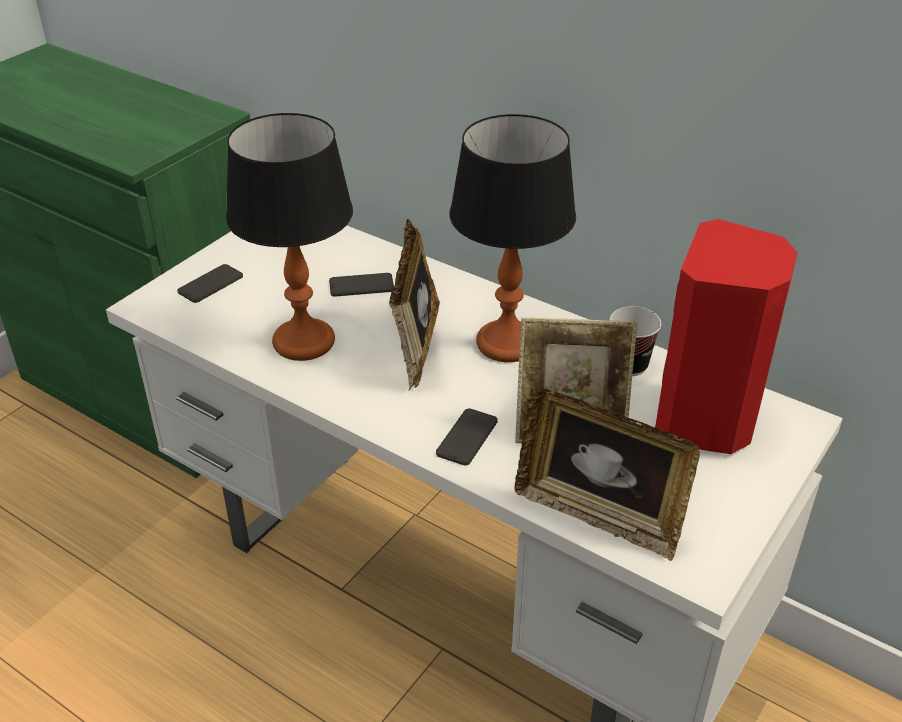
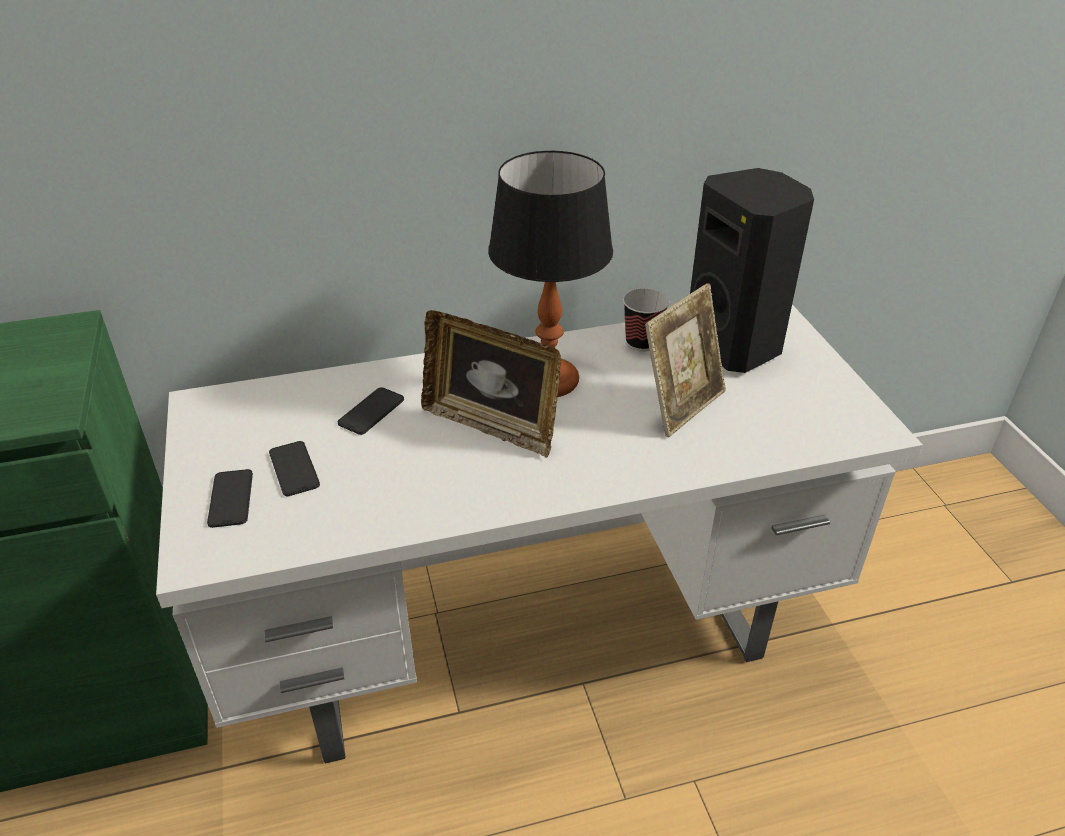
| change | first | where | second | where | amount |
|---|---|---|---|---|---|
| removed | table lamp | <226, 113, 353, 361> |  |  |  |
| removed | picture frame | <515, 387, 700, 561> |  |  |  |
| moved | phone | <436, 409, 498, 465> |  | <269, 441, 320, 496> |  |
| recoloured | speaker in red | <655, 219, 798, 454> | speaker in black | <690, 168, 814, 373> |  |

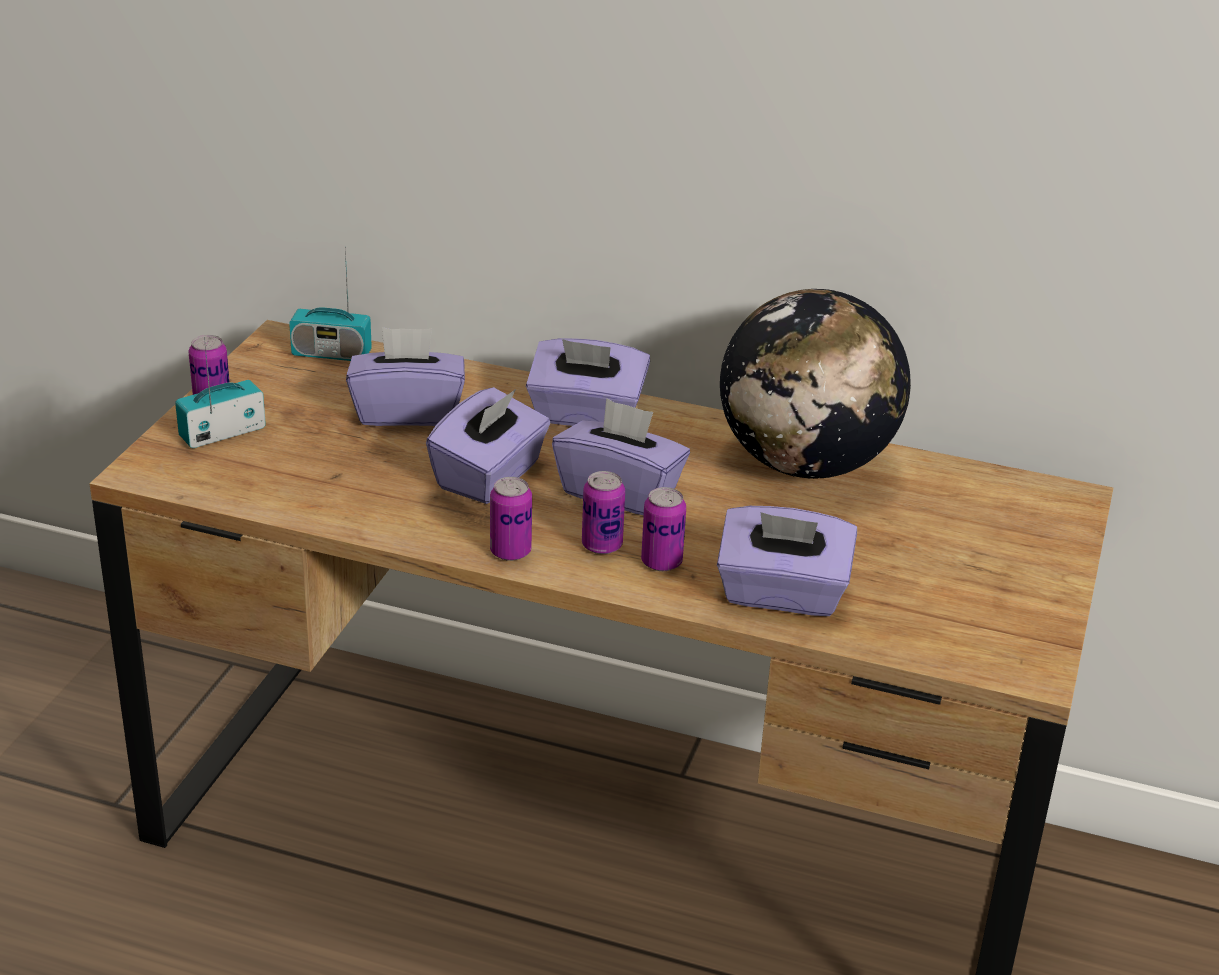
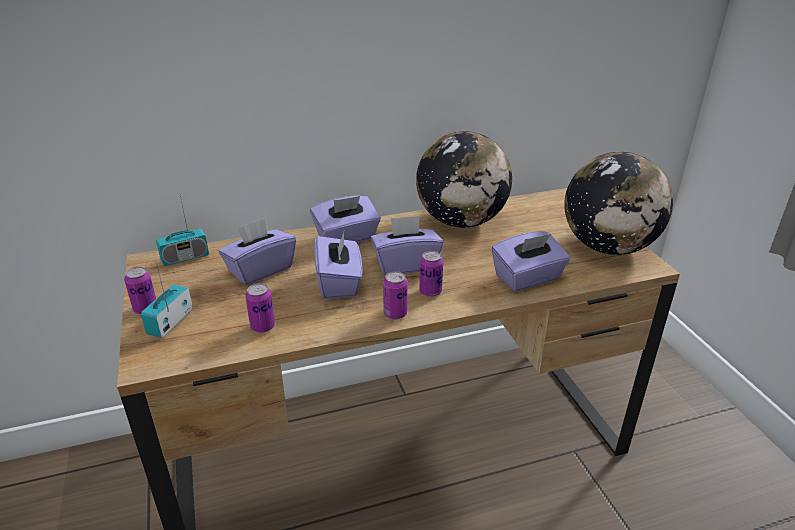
| change | first | where | second | where | amount |
|---|---|---|---|---|---|
| added |  |  | globe | <564, 152, 673, 255> |  |
| moved | can | <641, 487, 686, 571> |  | <245, 283, 275, 333> |  |

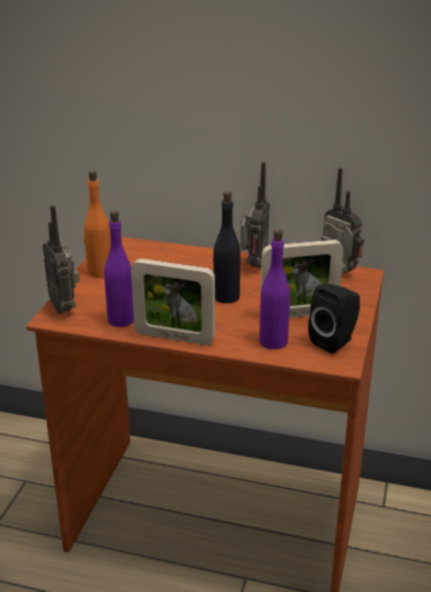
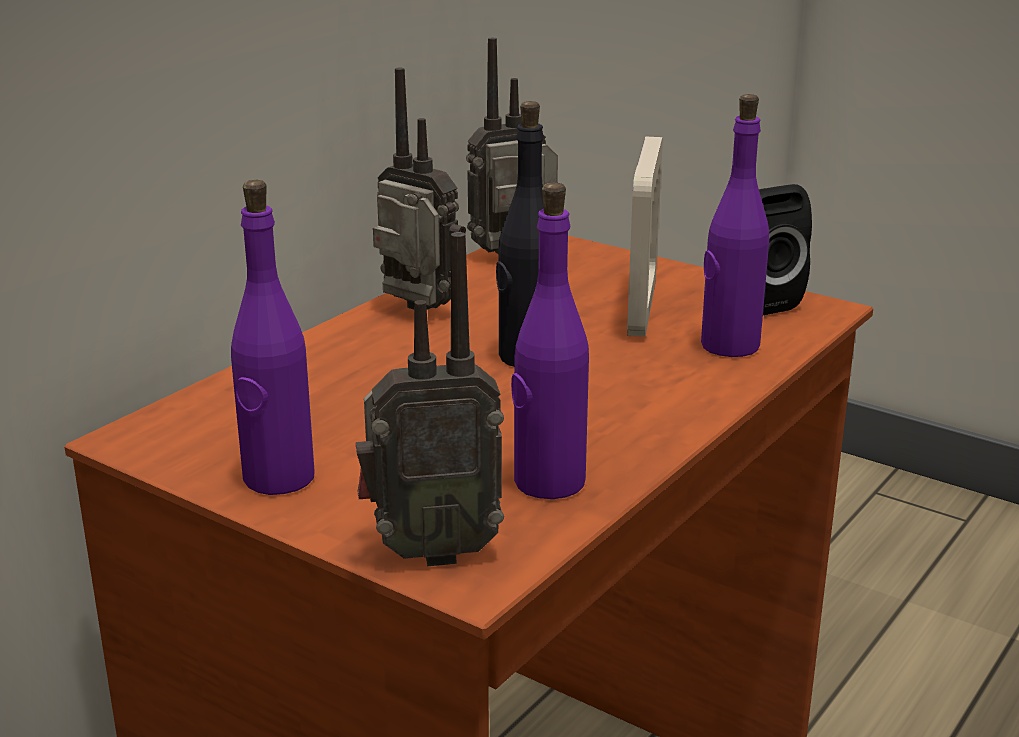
| change | first | where | second | where | amount |
|---|---|---|---|---|---|
| removed | picture frame | <131, 259, 215, 345> |  |  |  |
| recoloured | bottle in orange | <83, 170, 111, 278> | bottle in purple | <231, 180, 314, 495> |  |

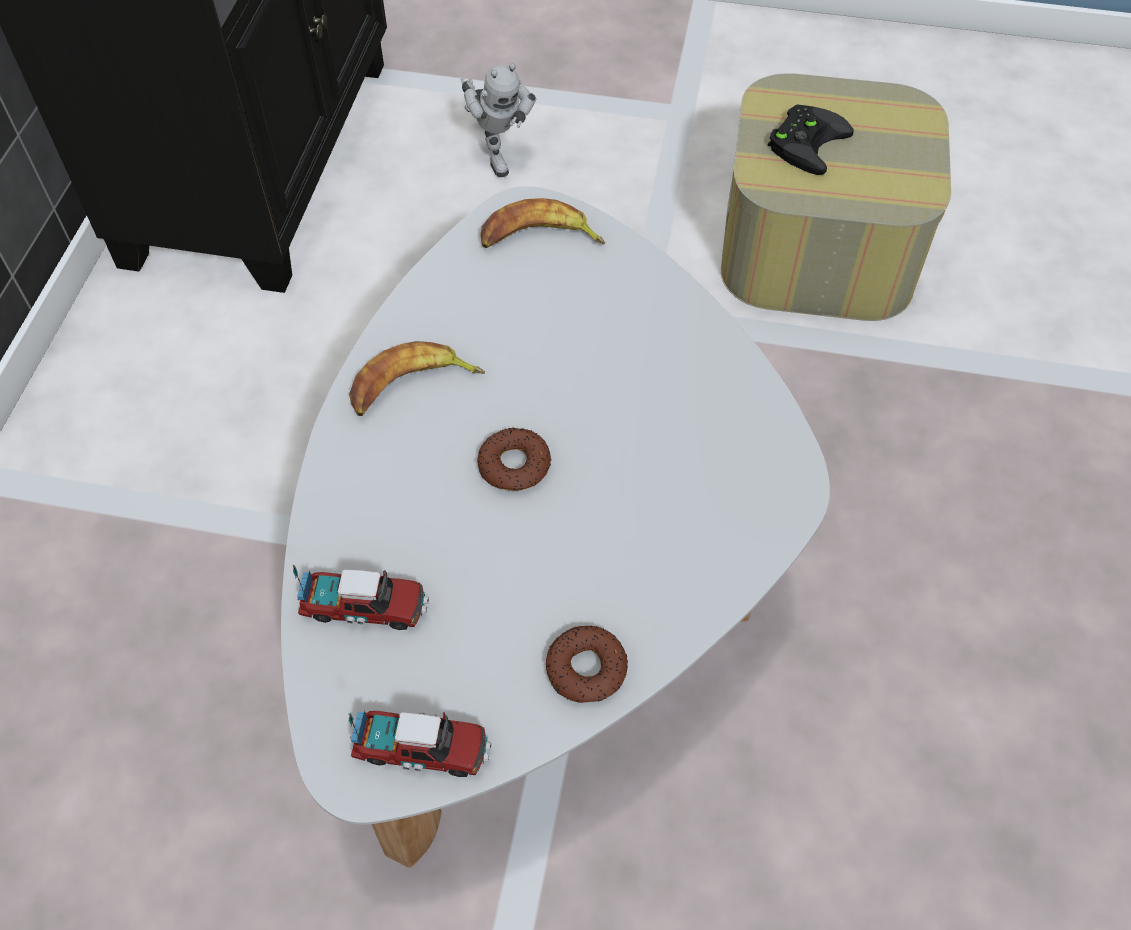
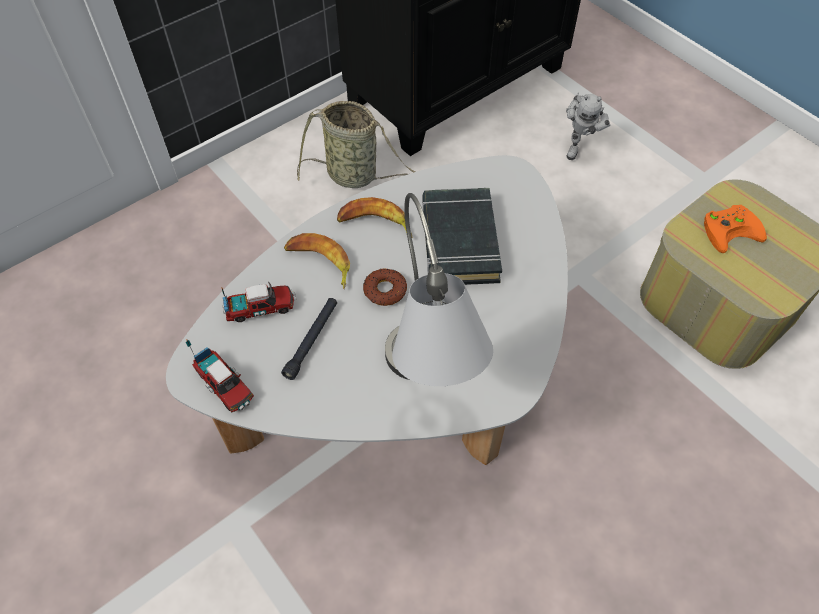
| change | first | where | second | where | amount |
|---|---|---|---|---|---|
| removed | donut | <546, 626, 628, 703> |  |  |  |
| added |  |  | flashlight in black | <281, 298, 337, 380> |  |
| added |  |  | basket | <297, 101, 416, 188> |  |
| added |  |  | table lamp in grey | <385, 193, 493, 386> |  |
| added |  |  | book in black | <422, 188, 502, 285> |  |
| moved | banana | <480, 198, 605, 248> |  | <284, 233, 350, 289> |  |
| recoloured | game controller in black | <768, 105, 854, 175> | game controller in orange | <704, 205, 767, 253> |  |
| turned | toy truck | <293, 565, 429, 630> |  | <221, 282, 296, 322> | 60 degrees counterclockwise |

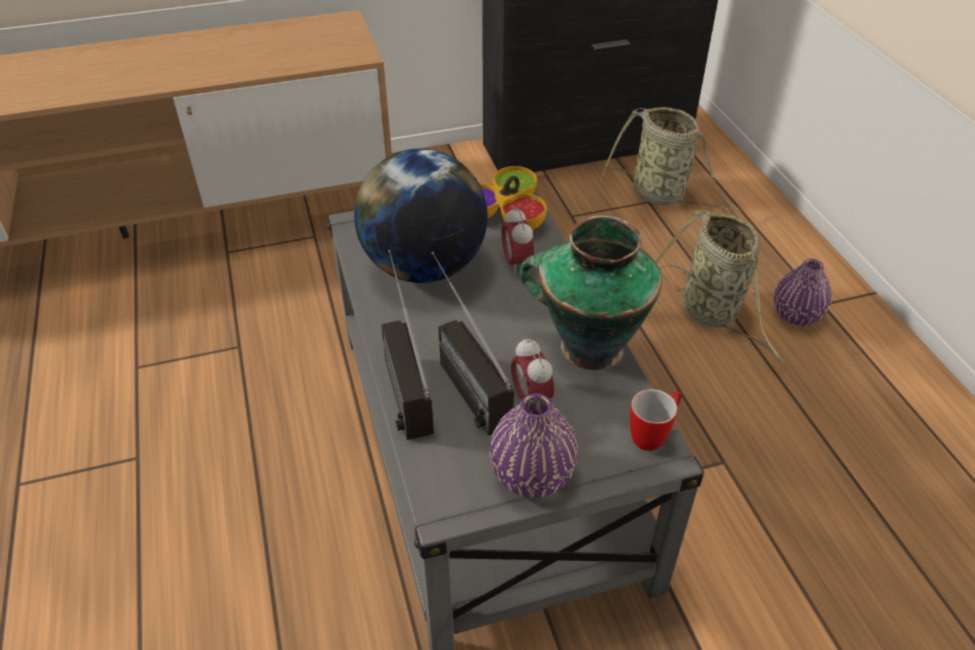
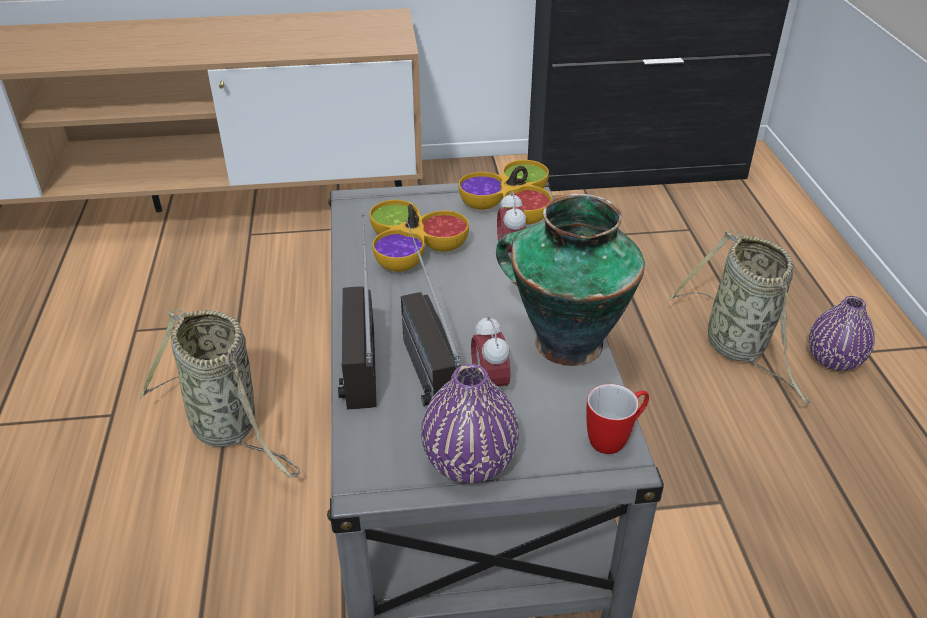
| change | first | where | second | where | amount |
|---|---|---|---|---|---|
| moved | basket | <600, 107, 741, 212> |  | <140, 309, 300, 478> |  |
| replaced | globe | <354, 148, 488, 283> | bowl | <369, 200, 469, 272> |  |

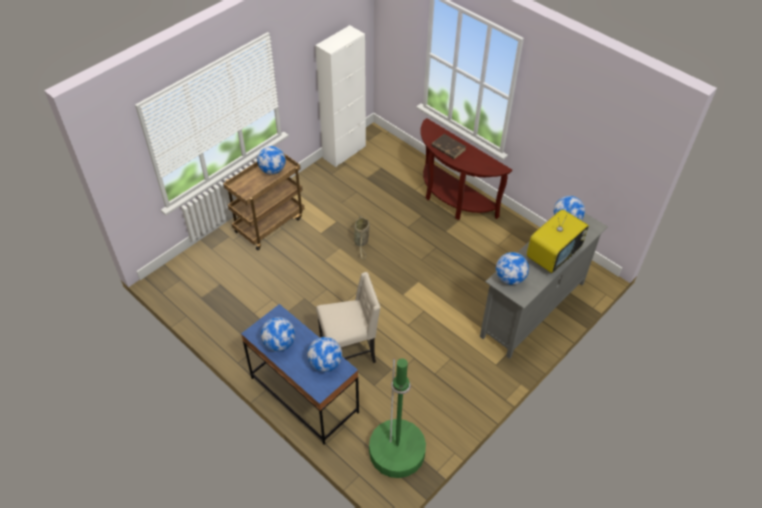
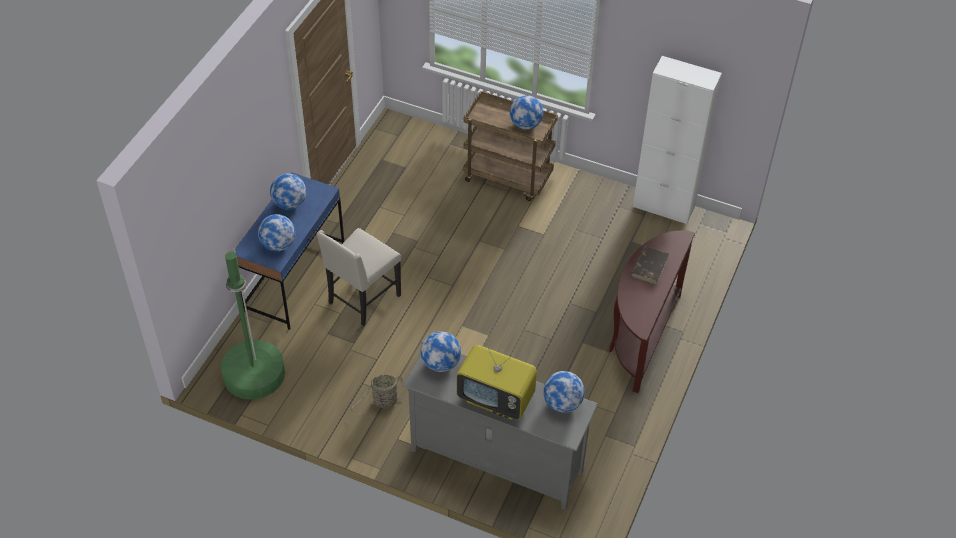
| change | first | where | second | where | amount |
|---|---|---|---|---|---|
| moved | basket | <350, 216, 370, 259> |  | <350, 374, 408, 414> |  |
| turned | chair in beige | <316, 272, 381, 363> |  | <317, 228, 401, 326> | 75 degrees clockwise |

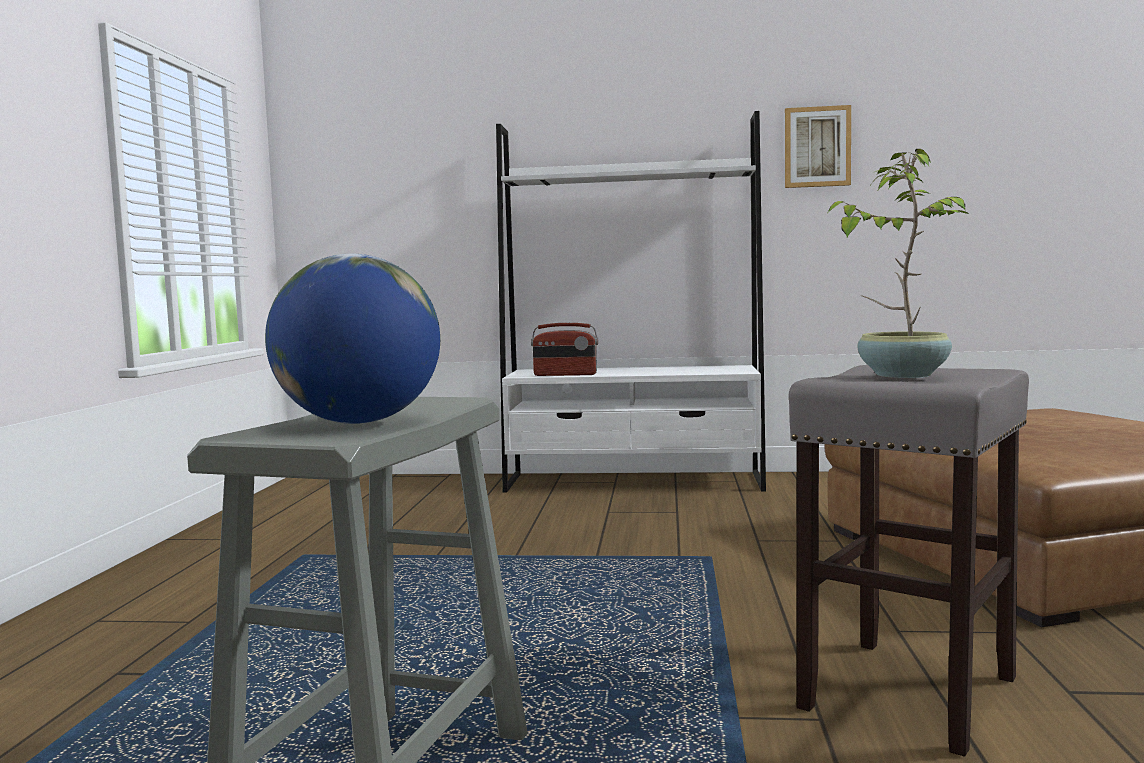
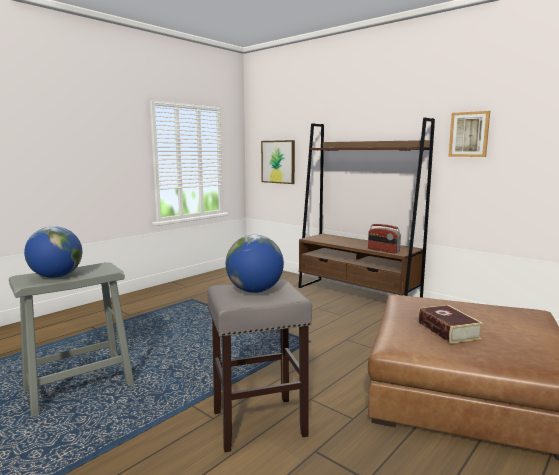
| change | first | where | second | where | amount |
|---|---|---|---|---|---|
| added |  |  | picture | <261, 140, 295, 184> |  |
| added |  |  | book | <418, 305, 483, 343> |  |
| moved | radio | <531, 323, 598, 376> |  | <368, 224, 401, 253> |  |
| replaced | potted plant | <828, 149, 969, 378> | globe | <226, 235, 284, 293> |  |
| recoloured | bookcase in white | <496, 111, 766, 492> | bookcase in brown | <298, 118, 435, 297> |  |

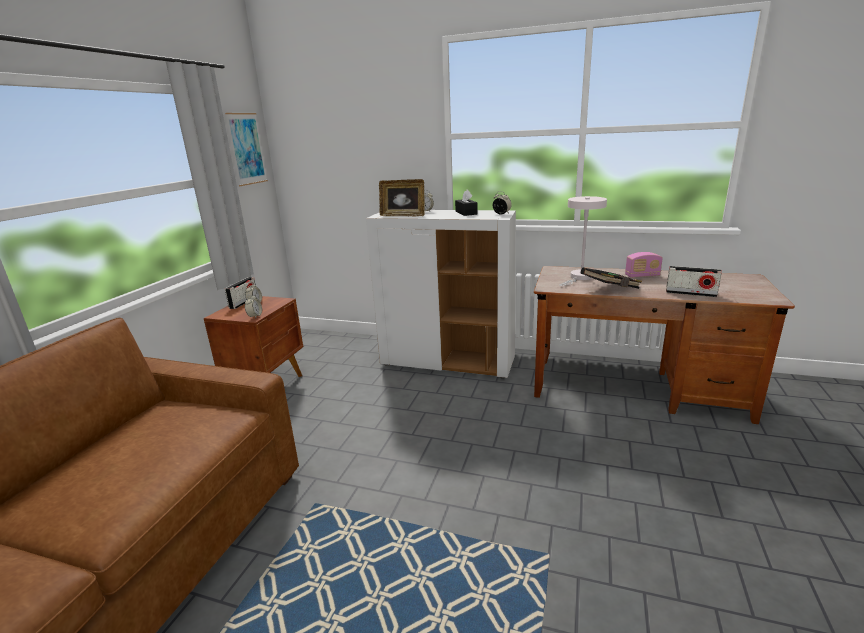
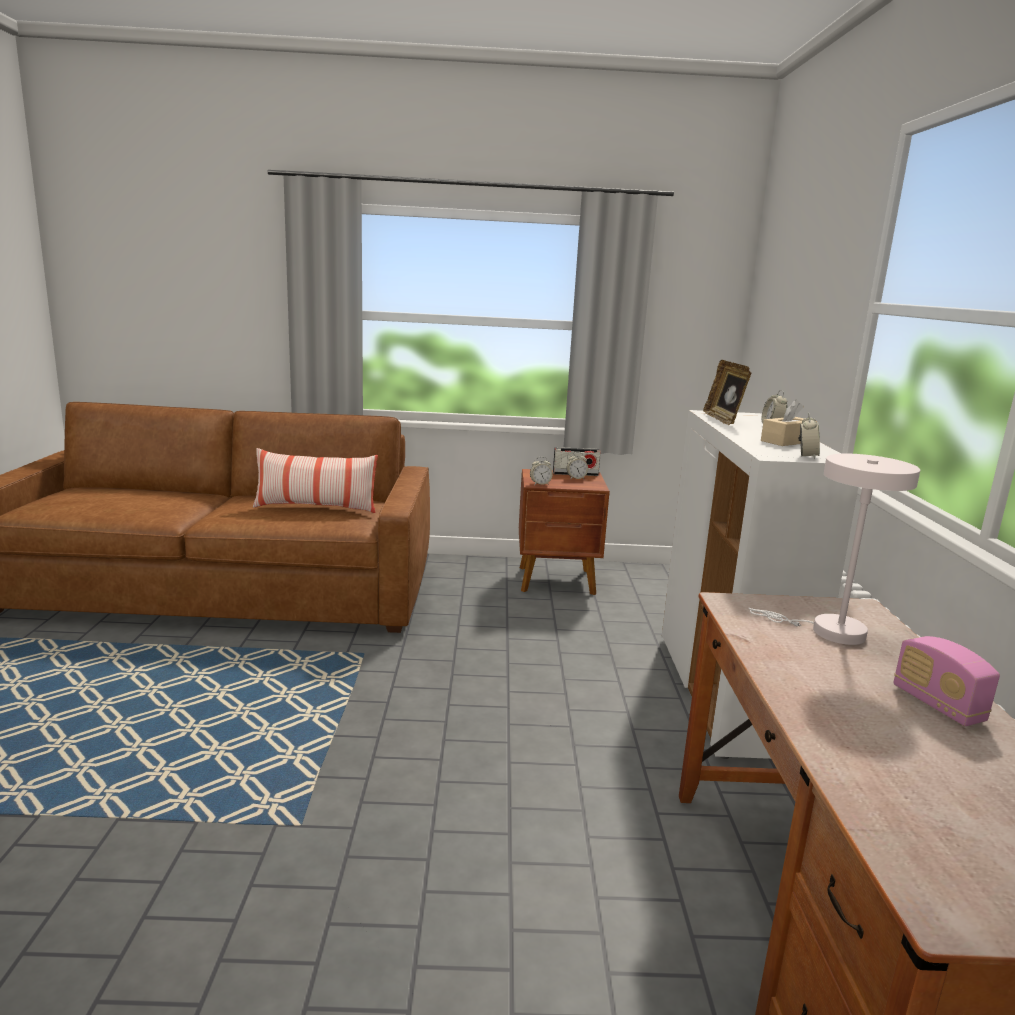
| change | first | where | second | where | amount |
|---|---|---|---|---|---|
| removed | picture | <225, 113, 268, 186> |  |  |  |
| removed | book in black | <581, 268, 642, 289> |  |  |  |
| removed | radio | <666, 266, 722, 297> |  |  |  |
| added |  |  | pillow | <253, 448, 378, 513> |  |
| recoloured | tissue box in black | <455, 190, 478, 216> | tissue box in beige | <761, 399, 817, 446> |  |

